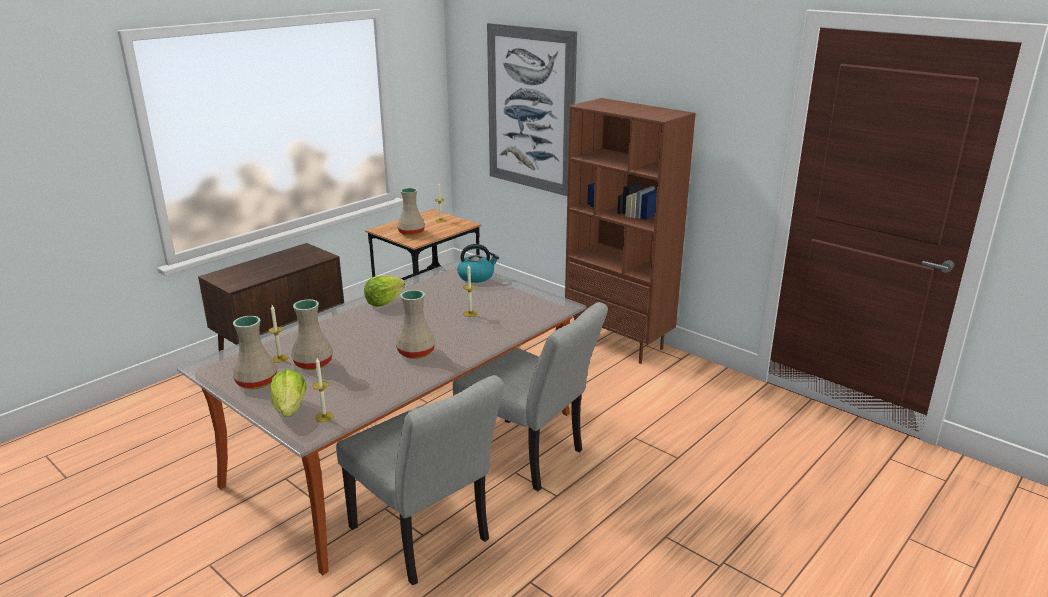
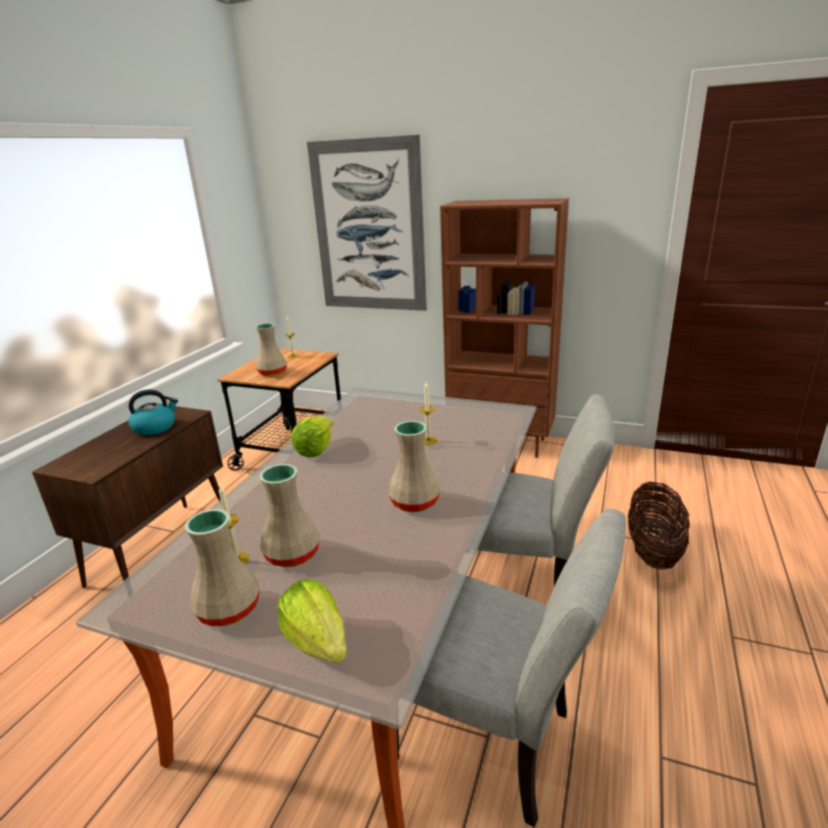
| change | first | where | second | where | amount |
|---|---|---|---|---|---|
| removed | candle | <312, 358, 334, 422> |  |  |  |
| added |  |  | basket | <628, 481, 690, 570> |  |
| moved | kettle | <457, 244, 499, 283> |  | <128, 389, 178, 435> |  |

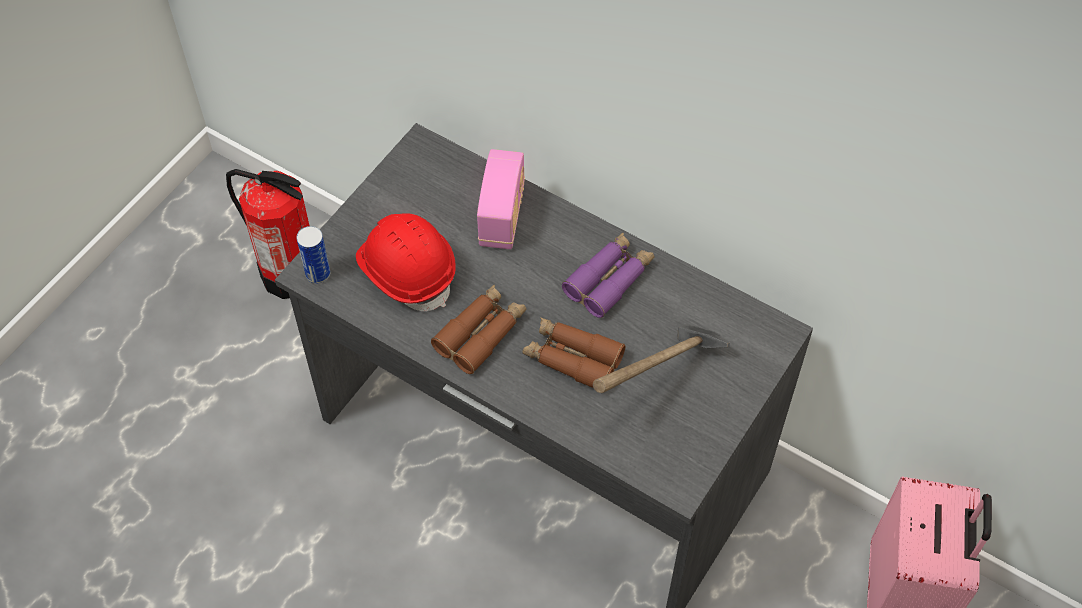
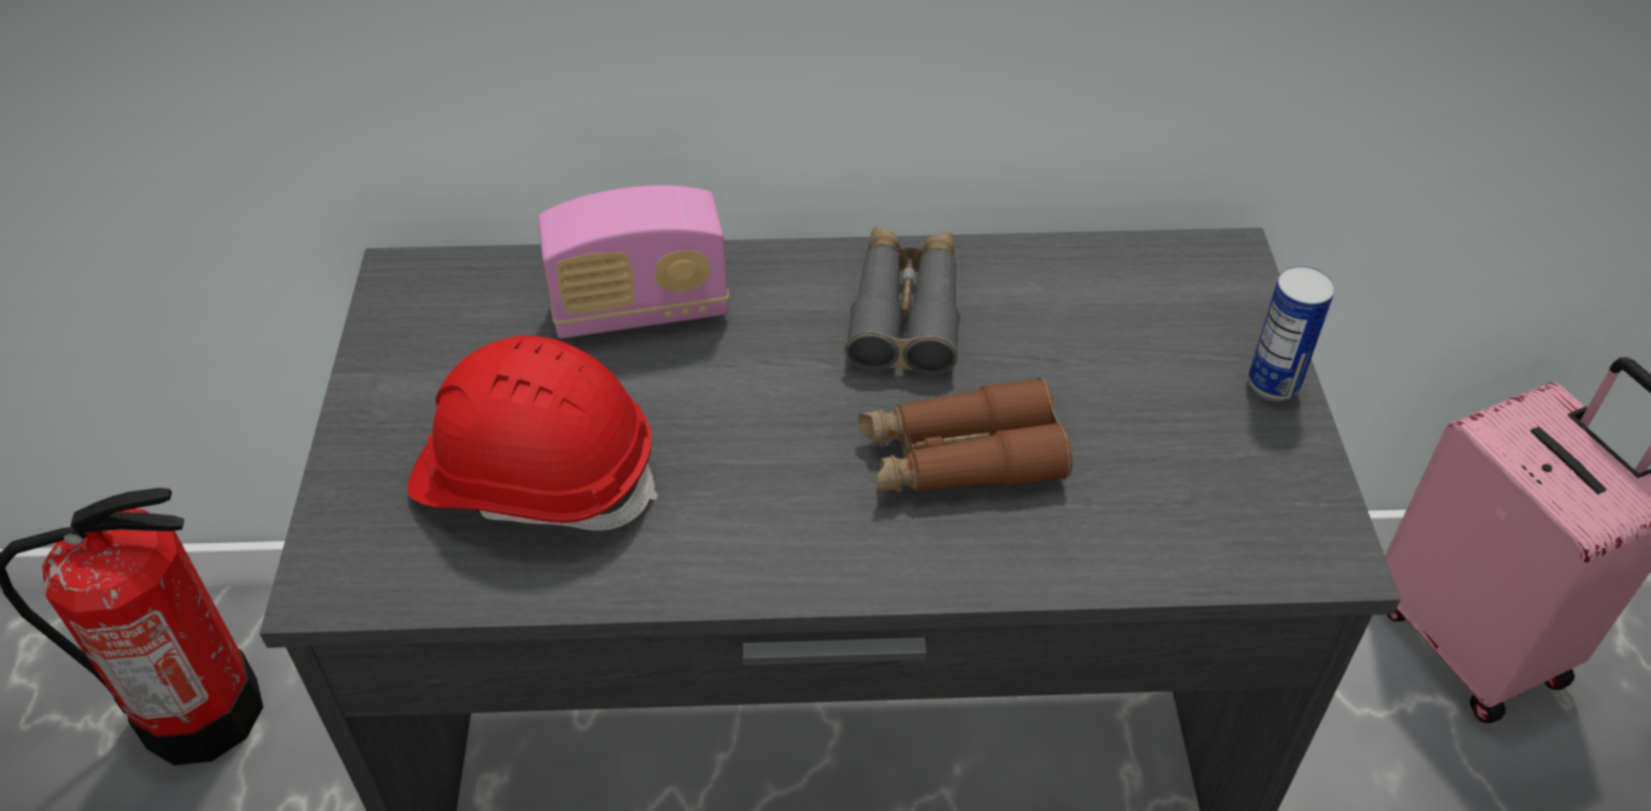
| change | first | where | second | where | amount |
|---|---|---|---|---|---|
| removed | binoculars in brown | <431, 285, 526, 374> |  |  |  |
| removed | hammer | <593, 324, 730, 393> |  |  |  |
| moved | can | <296, 226, 330, 284> |  | <1248, 266, 1335, 401> |  |
| recoloured | binoculars in purple | <562, 233, 654, 318> | binoculars in grey | <845, 227, 960, 376> |  |
| turned | radio | <477, 149, 525, 249> |  | <538, 185, 729, 338> | 105 degrees clockwise |

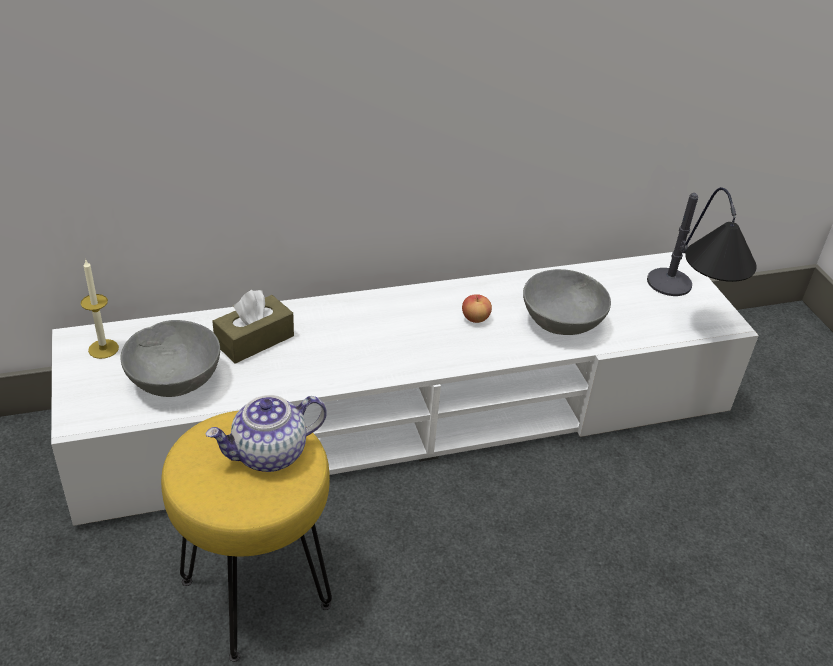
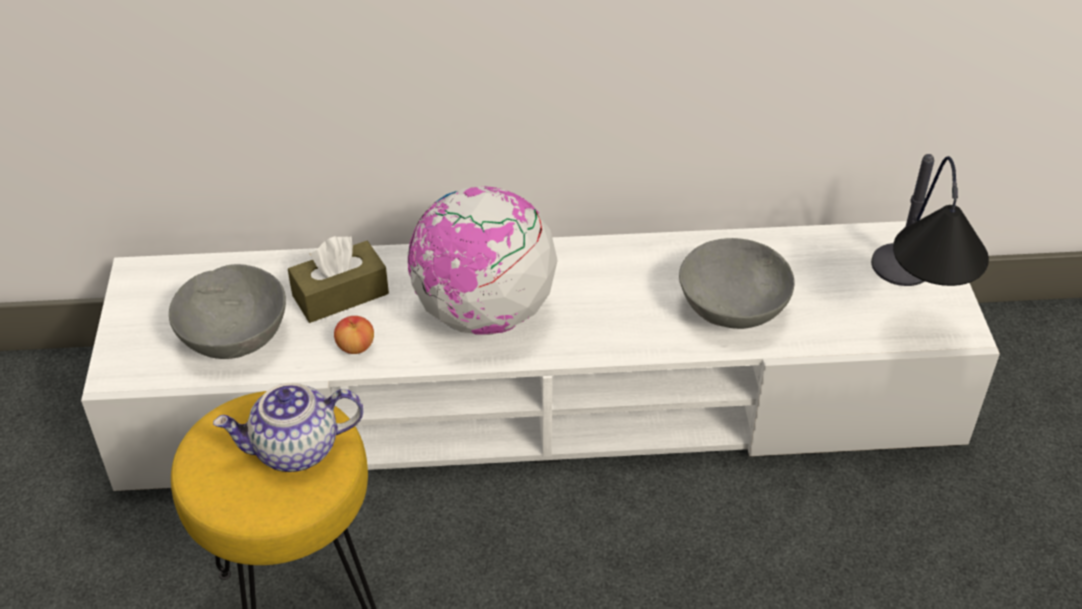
| change | first | where | second | where | amount |
|---|---|---|---|---|---|
| removed | candle | <81, 260, 119, 359> |  |  |  |
| added |  |  | globe | <408, 186, 558, 335> |  |
| moved | apple | <462, 294, 492, 323> |  | <334, 316, 374, 354> |  |

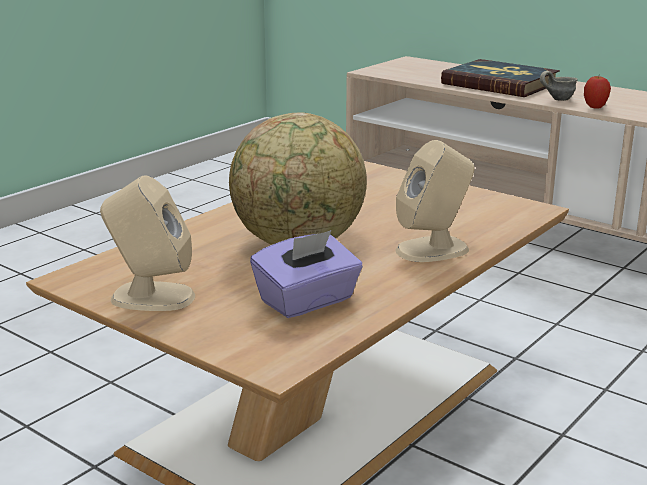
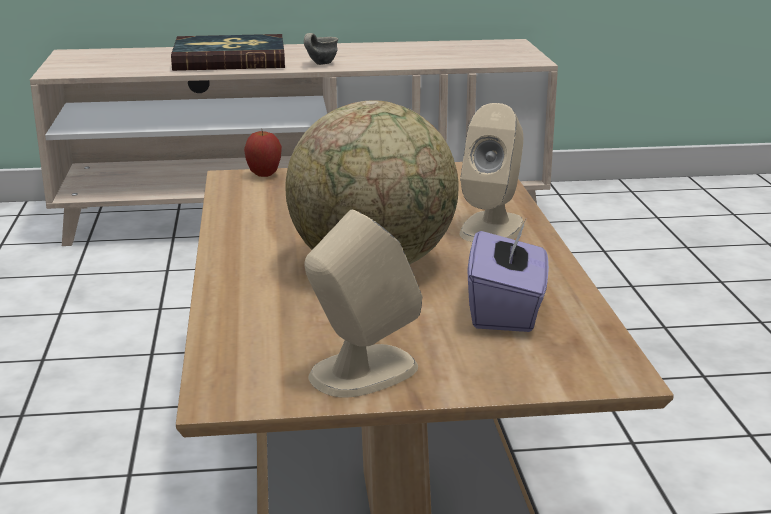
| change | first | where | second | where | amount |
|---|---|---|---|---|---|
| moved | apple | <584, 76, 611, 109> |  | <244, 131, 282, 177> |  |

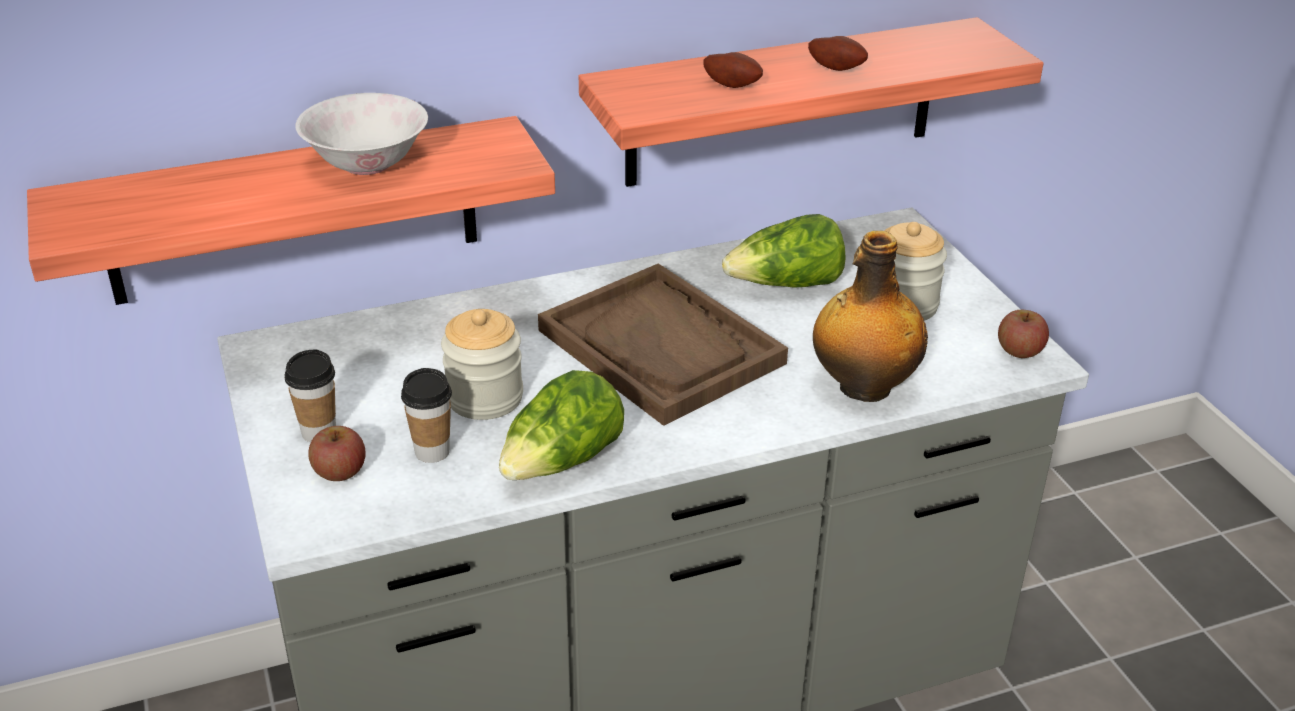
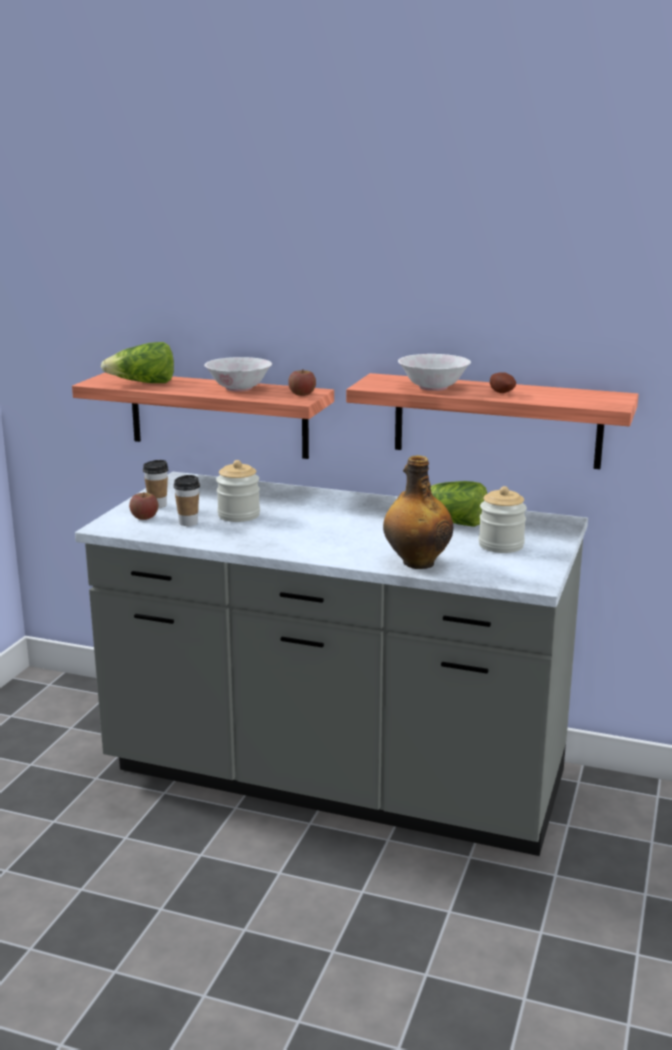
| change | first | where | second | where | amount |
|---|---|---|---|---|---|
| removed | tray in brown | <538, 264, 788, 426> |  |  |  |
| moved | lettuce | <499, 370, 624, 480> |  | <101, 342, 174, 383> |  |
| moved | apple | <998, 310, 1049, 358> |  | <288, 369, 316, 396> |  |
| replaced | potato | <704, 52, 763, 88> | bowl in white | <398, 354, 471, 391> |  |

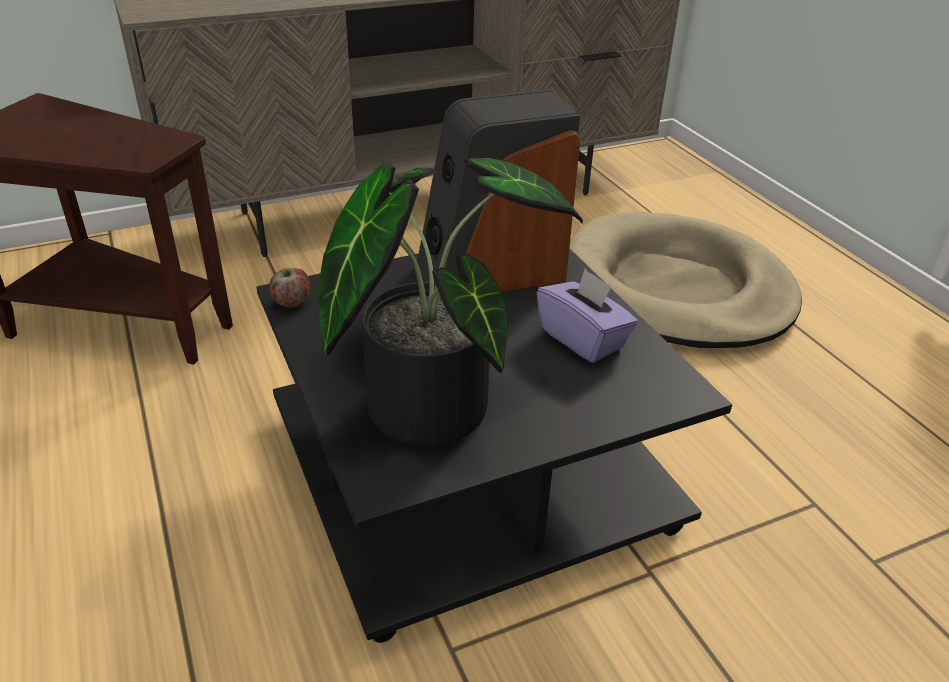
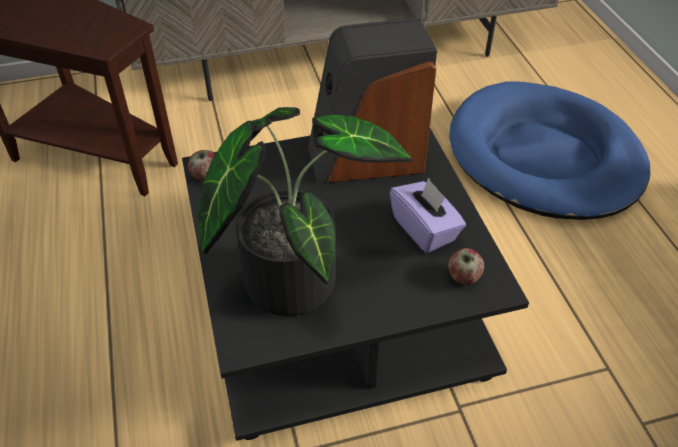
| change | first | where | second | where | amount |
|---|---|---|---|---|---|
| added |  |  | apple | <448, 248, 484, 285> |  |
| recoloured | dog bed in beige | <570, 211, 802, 348> | dog bed in blue | <450, 81, 651, 220> |  |

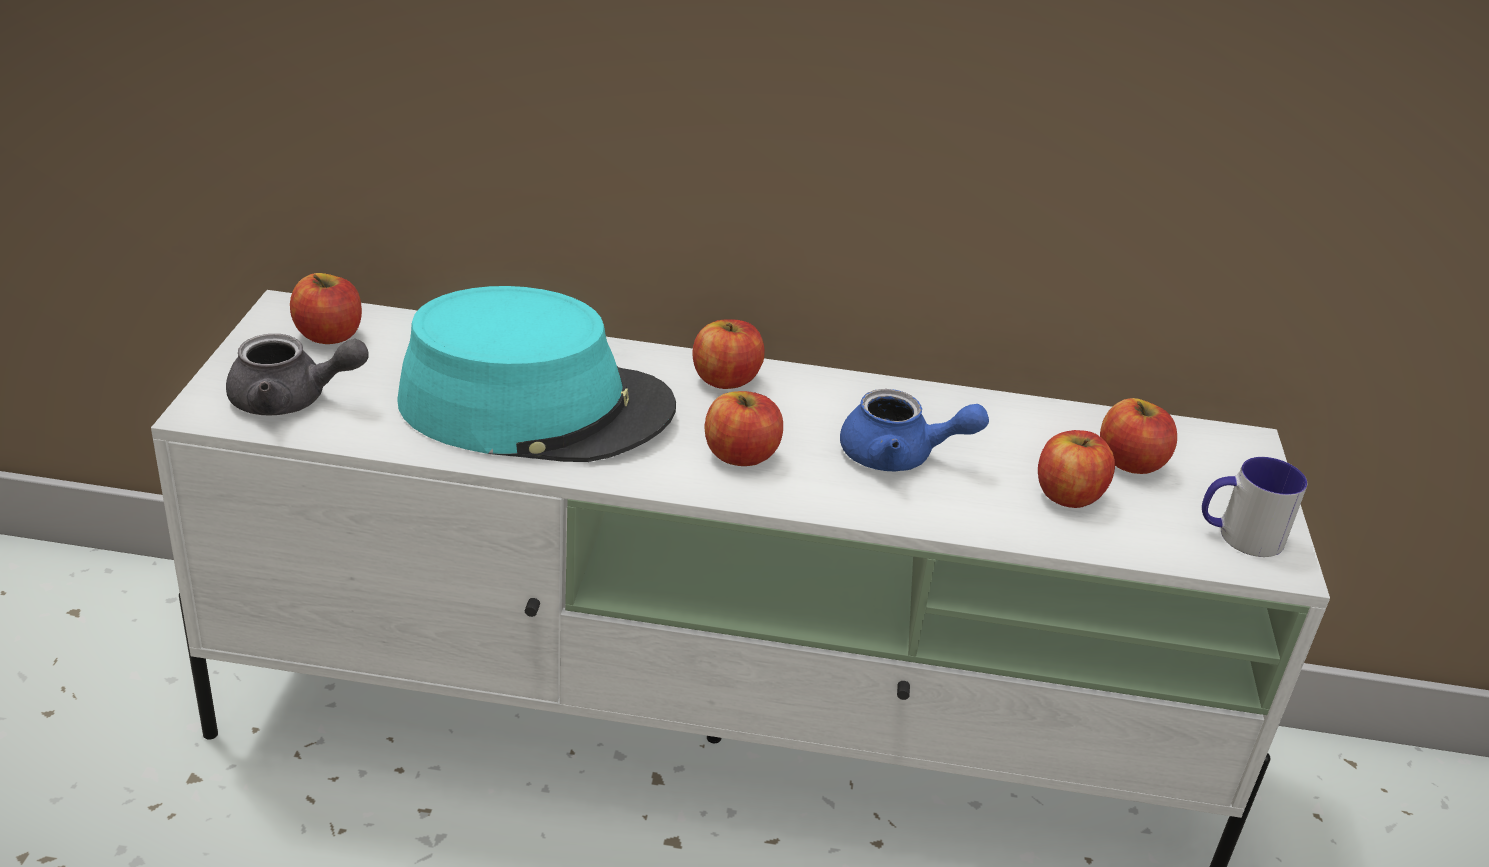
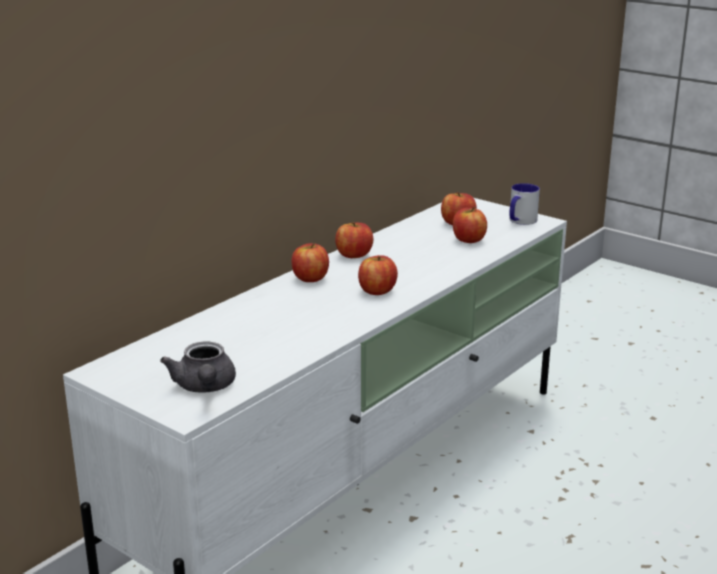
| change | first | where | second | where | amount |
|---|---|---|---|---|---|
| removed | hat in turquoise | <397, 286, 676, 462> |  |  |  |
| removed | teapot in blue | <840, 389, 989, 471> |  |  |  |
| moved | apple | <290, 273, 362, 344> |  | <335, 222, 373, 258> |  |
| turned | teapot in grey | <226, 334, 369, 415> |  | <160, 341, 236, 393> | 135 degrees clockwise |

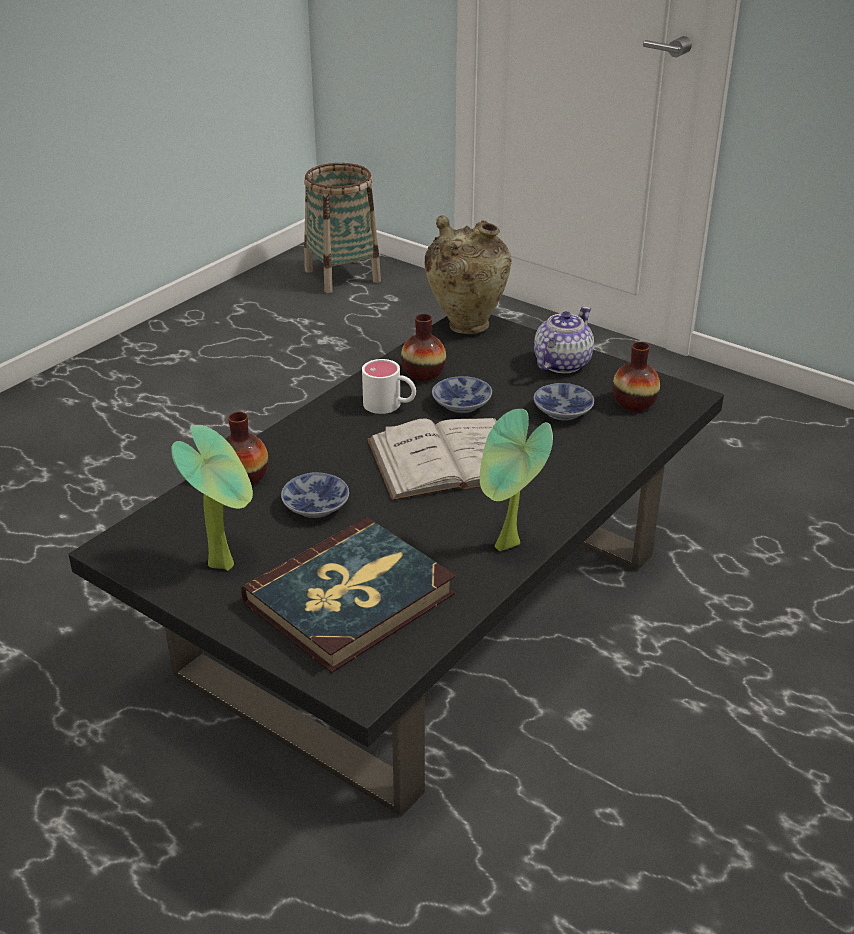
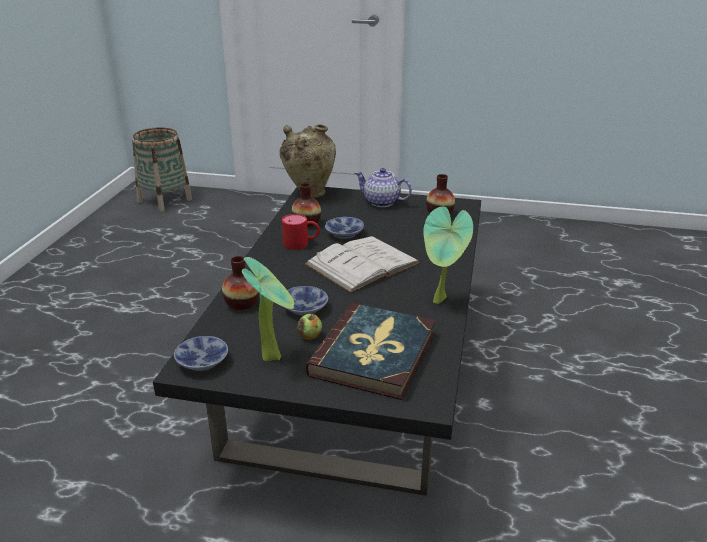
| change | first | where | second | where | amount |
|---|---|---|---|---|---|
| added |  |  | apple | <297, 313, 322, 340> |  |
| moved | bowl | <534, 383, 594, 421> |  | <174, 336, 228, 371> |  |
| recoloured | mug in white | <362, 359, 416, 414> | mug in red | <282, 214, 320, 250> |  |
| turned | teapot | <534, 306, 594, 373> |  | <355, 168, 412, 207> | 75 degrees counterclockwise |

